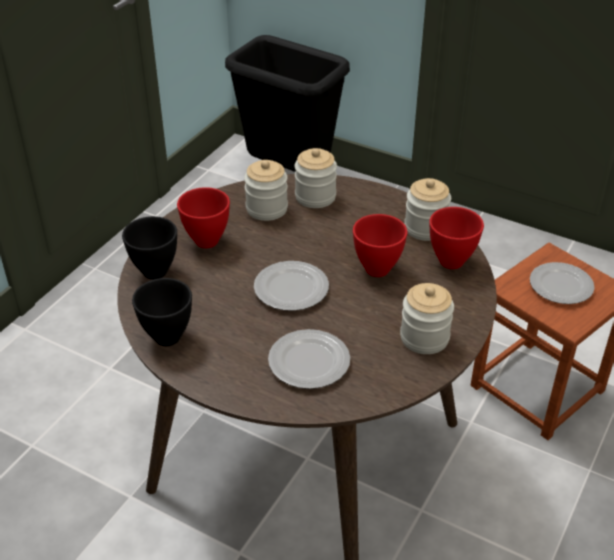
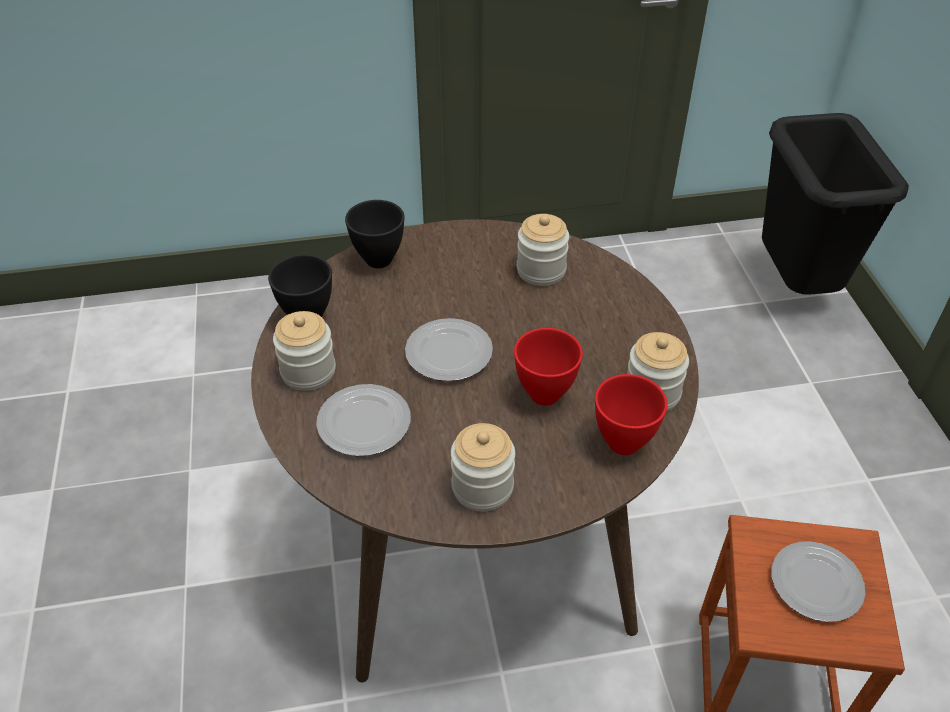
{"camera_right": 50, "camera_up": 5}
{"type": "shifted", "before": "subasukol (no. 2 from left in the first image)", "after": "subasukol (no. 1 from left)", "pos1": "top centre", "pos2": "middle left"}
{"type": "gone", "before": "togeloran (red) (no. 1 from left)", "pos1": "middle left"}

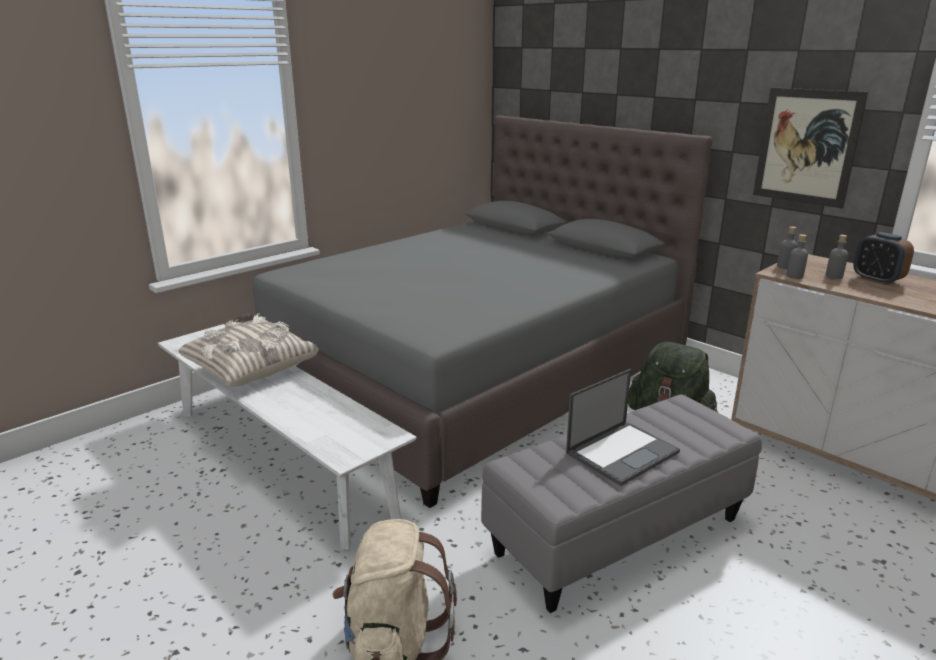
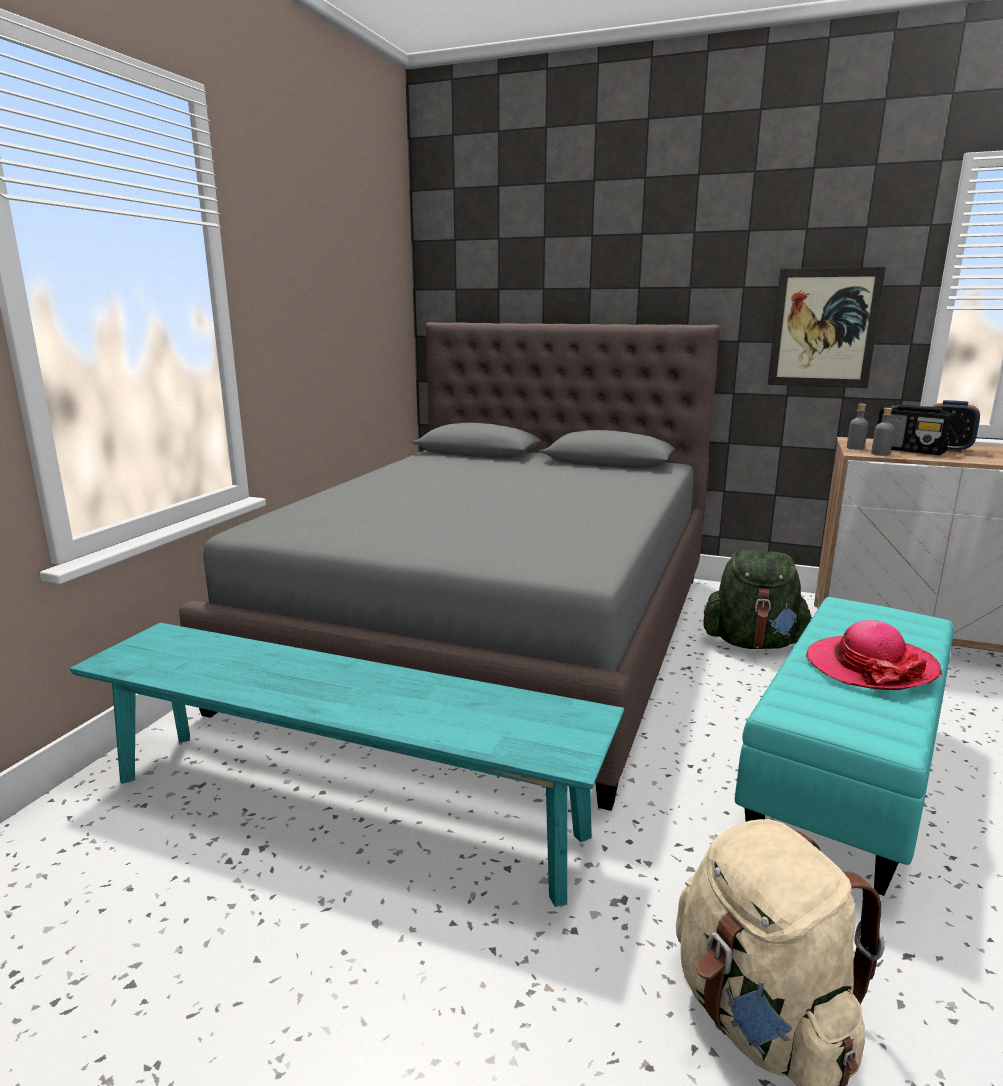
{"camera_right": -25, "camera_up": -5}
{"type": "swapped", "before": "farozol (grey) (no. 3 from left)", "after": "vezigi", "pos1": "middle right", "pos2": "middle right"}
{"type": "gone", "before": "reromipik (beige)", "pos1": "middle left"}
{"type": "repainted", "before": "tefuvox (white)", "after": "tefuvox (turquoise)", "pos1": "middle left", "pos2": "bottom centre"}
{"type": "swapped", "before": "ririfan", "after": "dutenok", "pos1": "centre", "pos2": "middle right"}
{"type": "repainted", "before": "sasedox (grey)", "after": "sasedox (turquoise)", "pos1": "bottom centre", "pos2": "bottom right"}

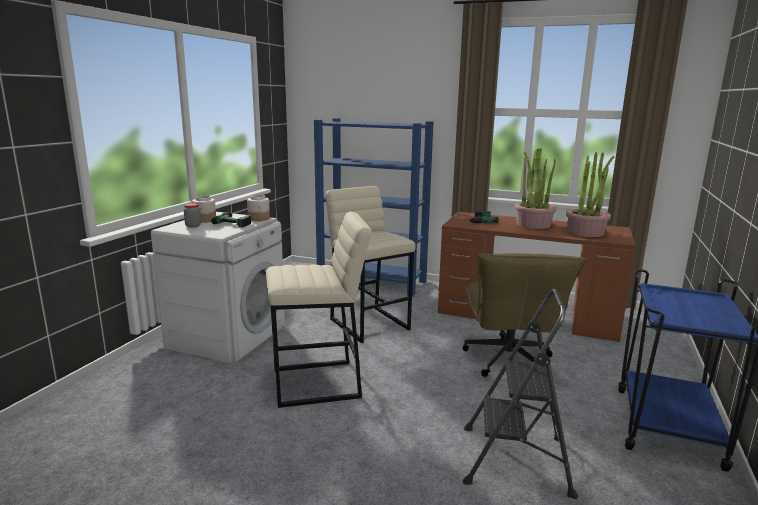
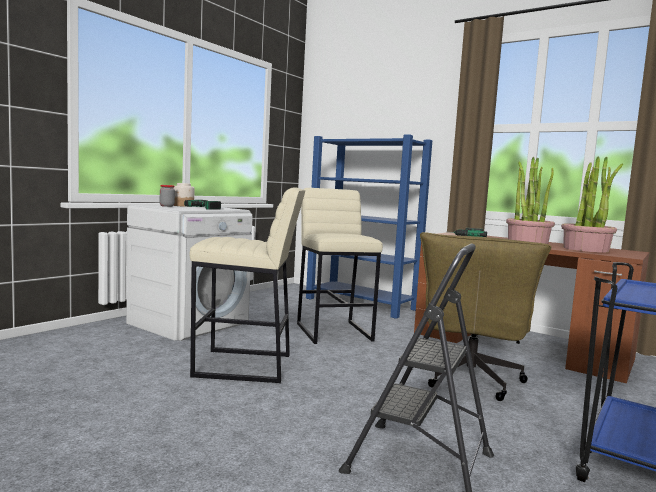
{"camera_right": 15, "camera_up": -10}
{"type": "gone", "before": "subasukol (no. 3 from left)", "pos1": "centre"}

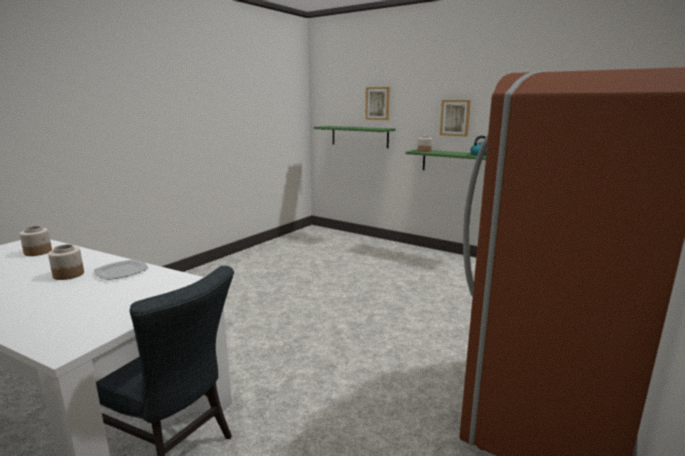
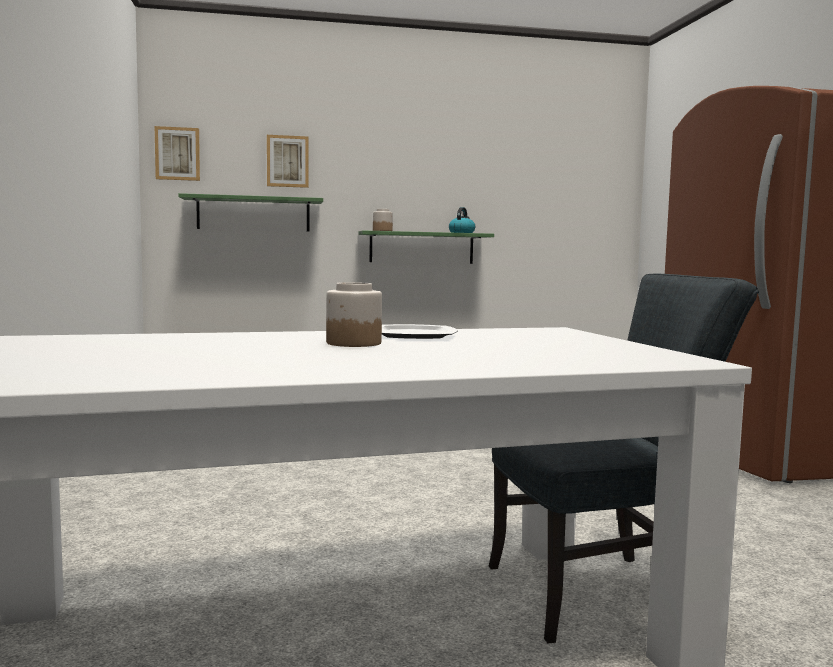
{"camera_right": -45, "camera_up": -10}
{"type": "shifted", "before": "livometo (no. 2 from left in the first image)", "after": "livometo (no. 1 from left)", "pos1": "top centre", "pos2": "top left"}
{"type": "gone", "before": "subasukol (no. 1 from left)", "pos1": "middle left"}

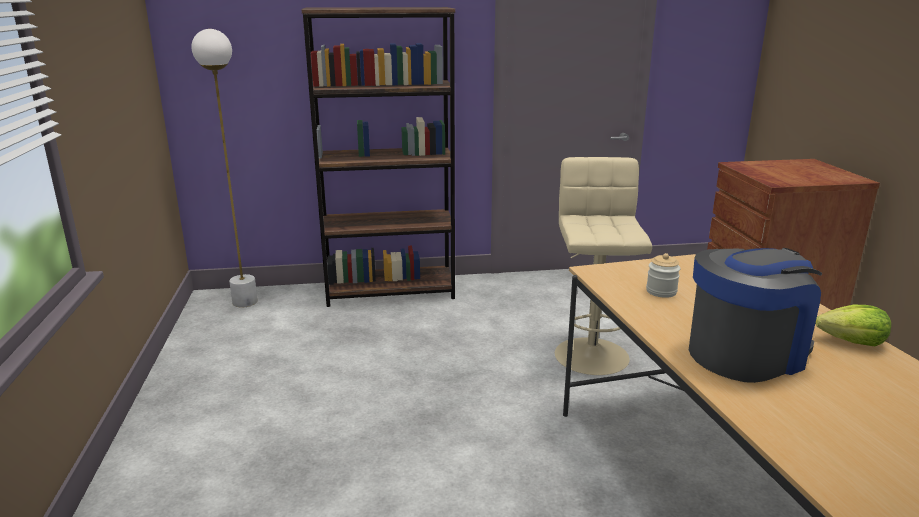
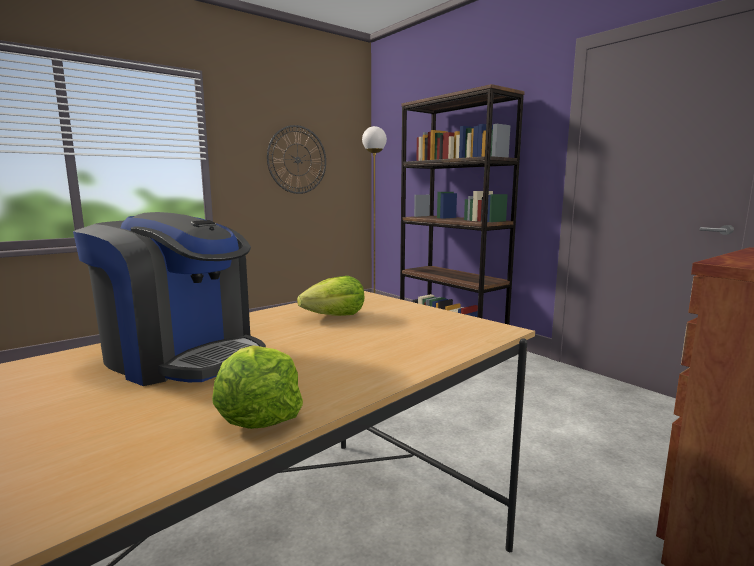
{"camera_right": 60, "camera_up": -10}
{"type": "gone", "before": "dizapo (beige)", "pos1": "centre"}
{"type": "swapped", "before": "subasukol", "after": "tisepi (no. 2 from left)", "pos1": "middle right", "pos2": "centre"}
{"type": "new", "after": "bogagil", "pos2": "top centre"}

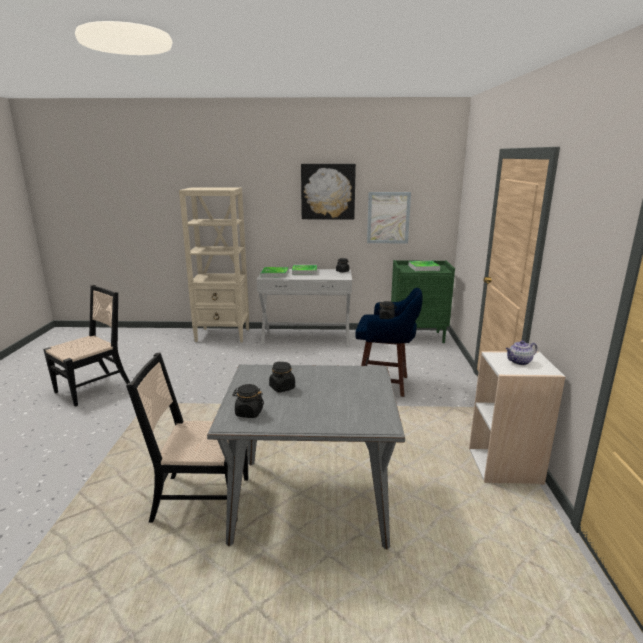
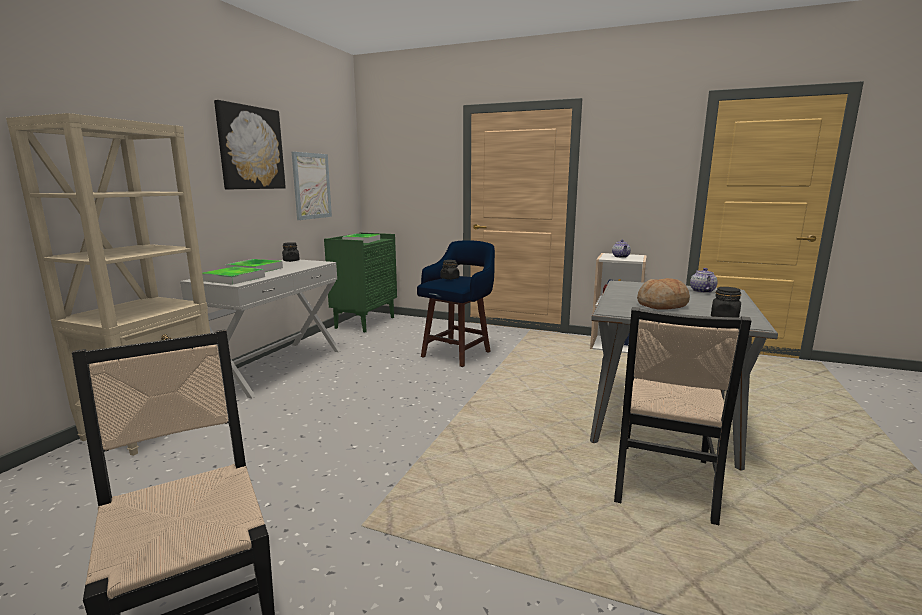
{"camera_right": -70, "camera_up": -5}
{"type": "swapped", "before": "subasukol (black) (no. 2 from left)", "after": "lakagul", "pos1": "centre", "pos2": "middle right"}
{"type": "new", "after": "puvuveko (no. 2 from left)", "pos2": "middle right"}

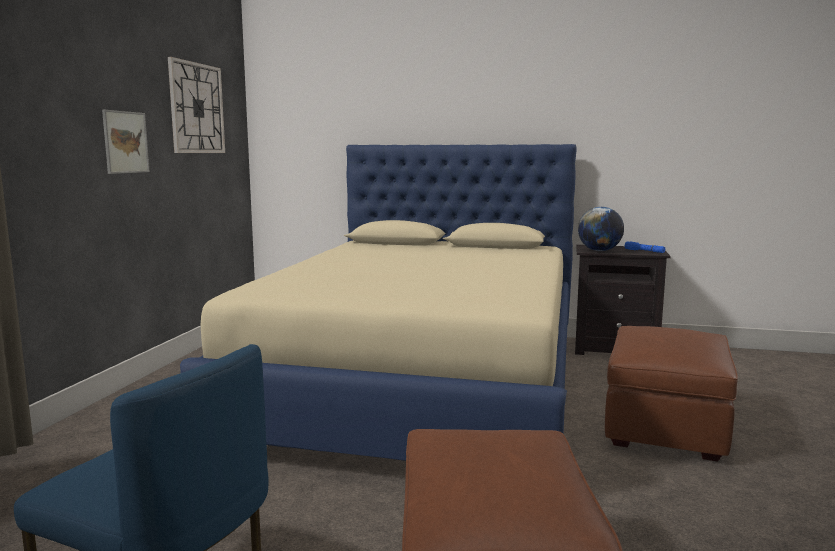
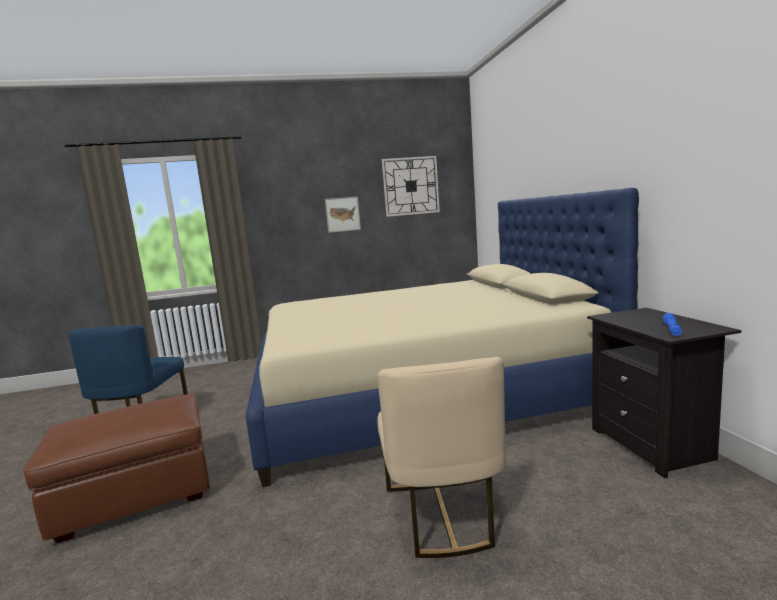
{"camera_right": 65, "camera_up": 0}
{"type": "gone", "before": "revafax", "pos1": "middle right"}
{"type": "swapped", "before": "sasedox (brown) (no. 2 from left)", "after": "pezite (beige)", "pos1": "bottom right", "pos2": "bottom centre"}

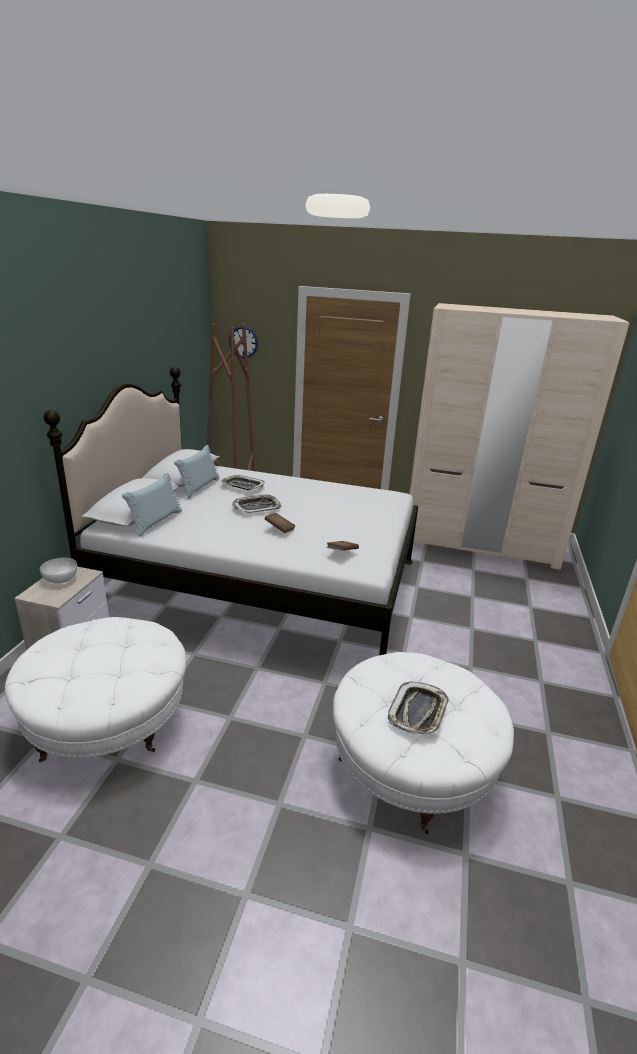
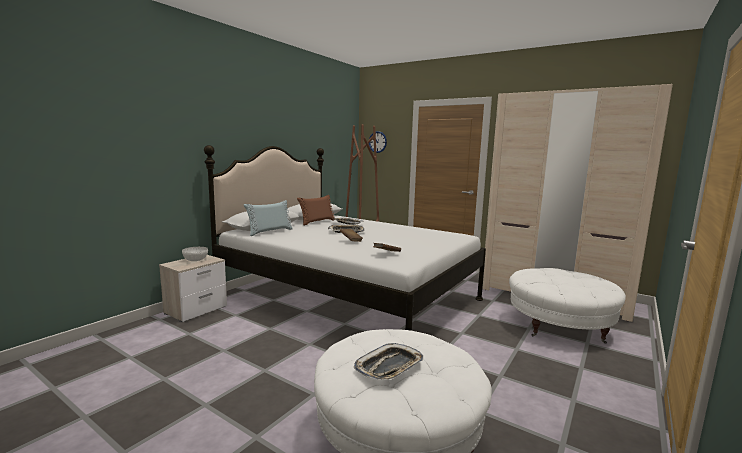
{"camera_right": 20, "camera_up": -15}
{"type": "repainted", "before": "reromipik (blue) (no. 2 from left)", "after": "reromipik (brown)", "pos1": "middle left", "pos2": "centre"}
{"type": "shifted", "before": "sasedox (white) (no. 1 from left in the first image)", "after": "sasedox (white) (no. 2 from left)", "pos1": "middle left", "pos2": "bottom right"}

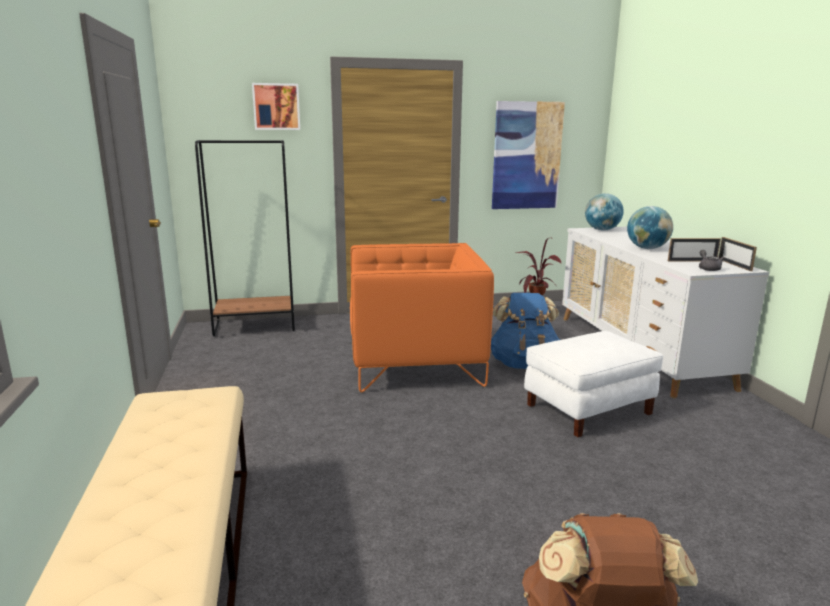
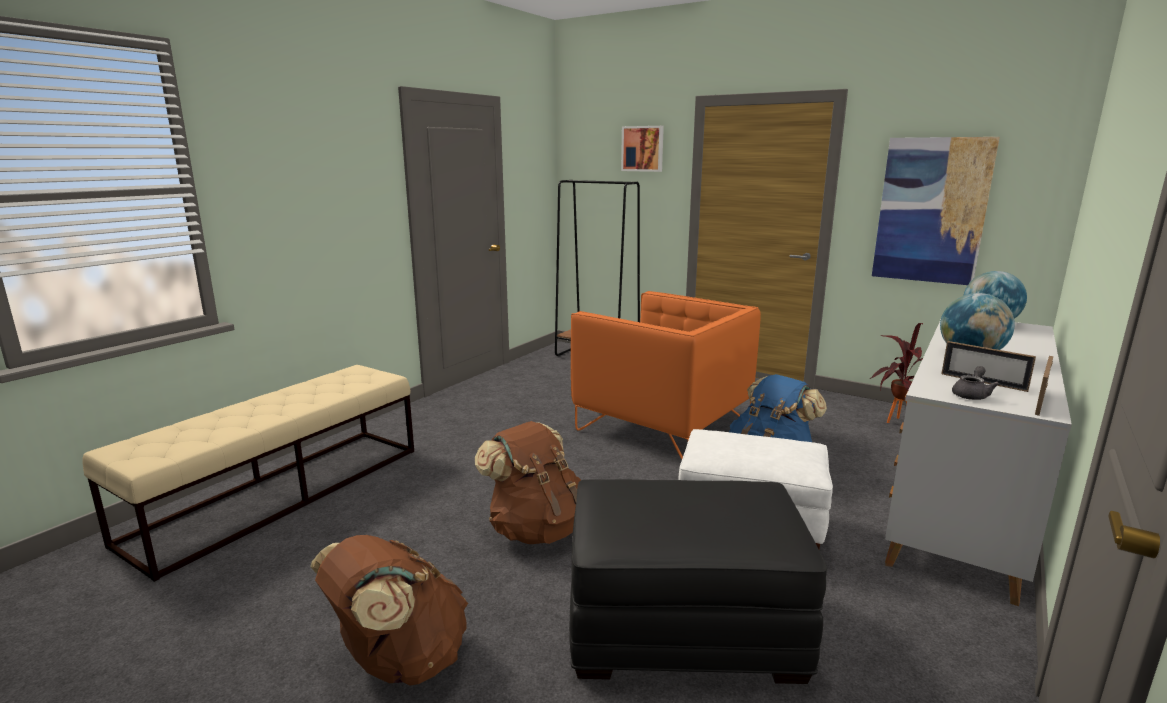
{"camera_right": 45, "camera_up": 0}
{"type": "new", "after": "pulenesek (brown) (no. 2 from left)", "pos2": "bottom centre"}
{"type": "new", "after": "sasedox (black)", "pos2": "bottom centre"}

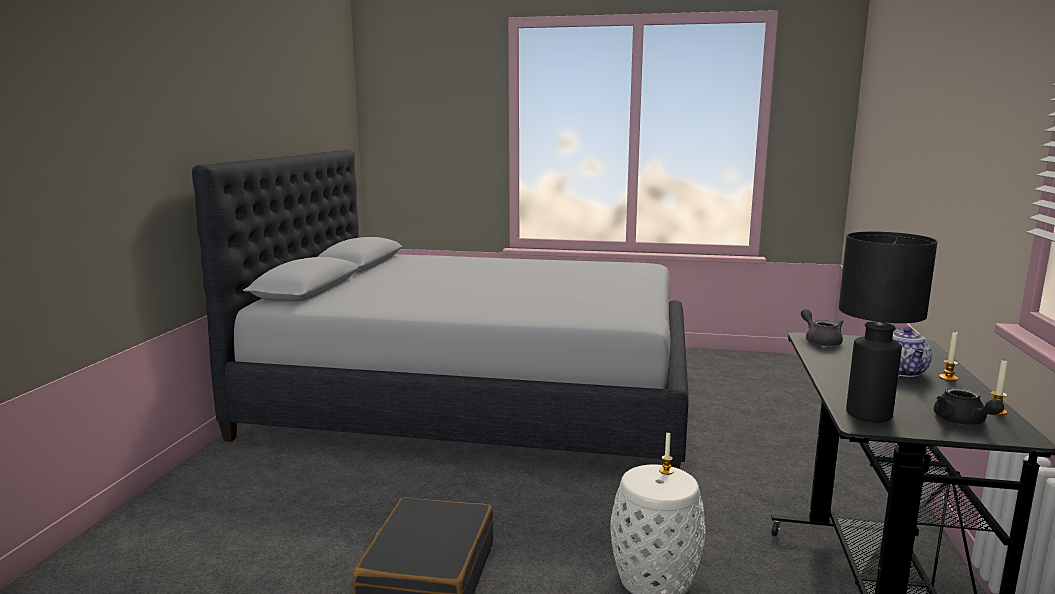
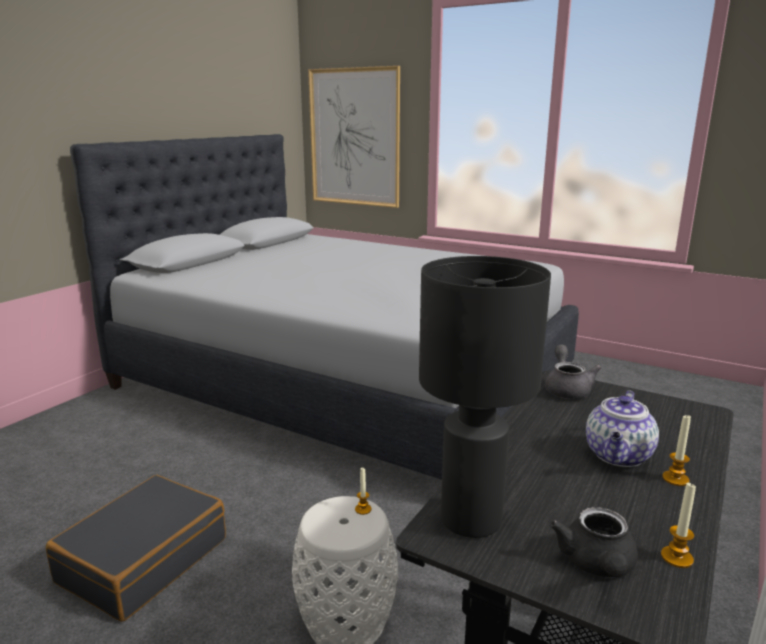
{"camera_right": 20, "camera_up": 5}
{"type": "new", "after": "livometo", "pos2": "top centre"}

